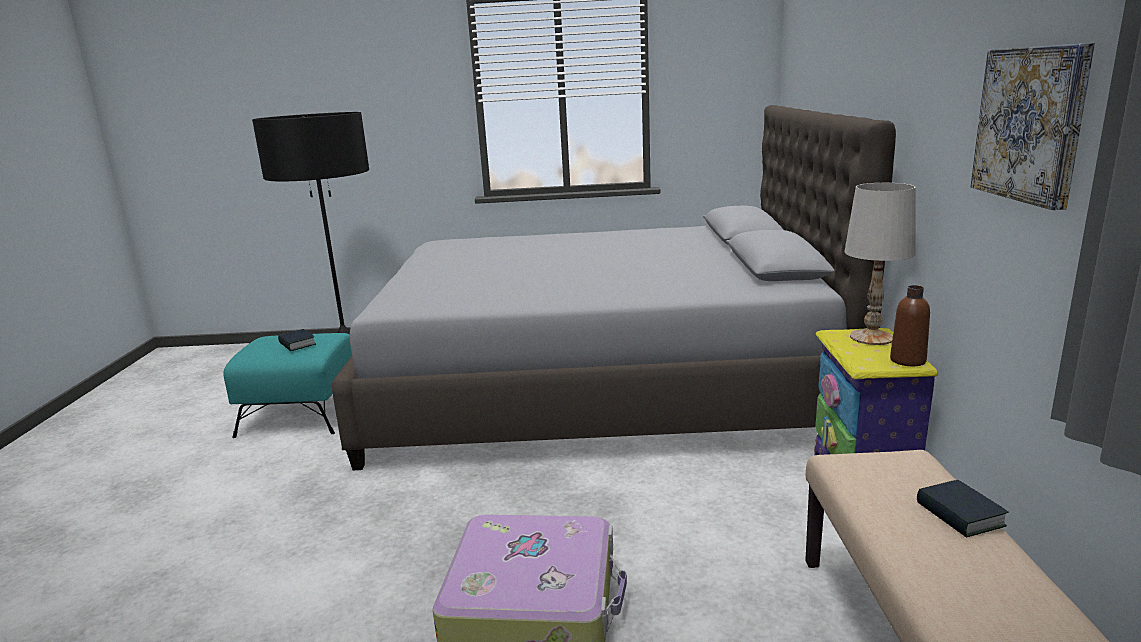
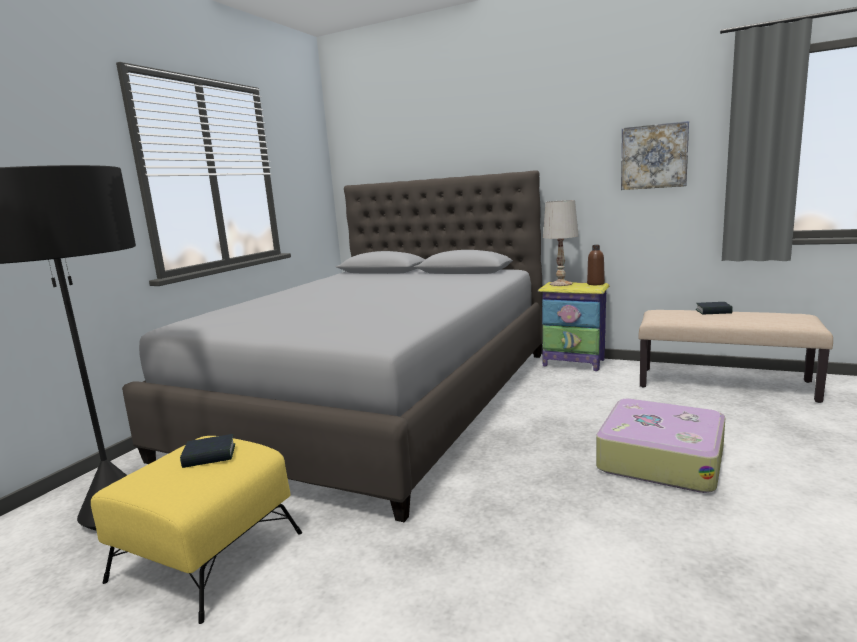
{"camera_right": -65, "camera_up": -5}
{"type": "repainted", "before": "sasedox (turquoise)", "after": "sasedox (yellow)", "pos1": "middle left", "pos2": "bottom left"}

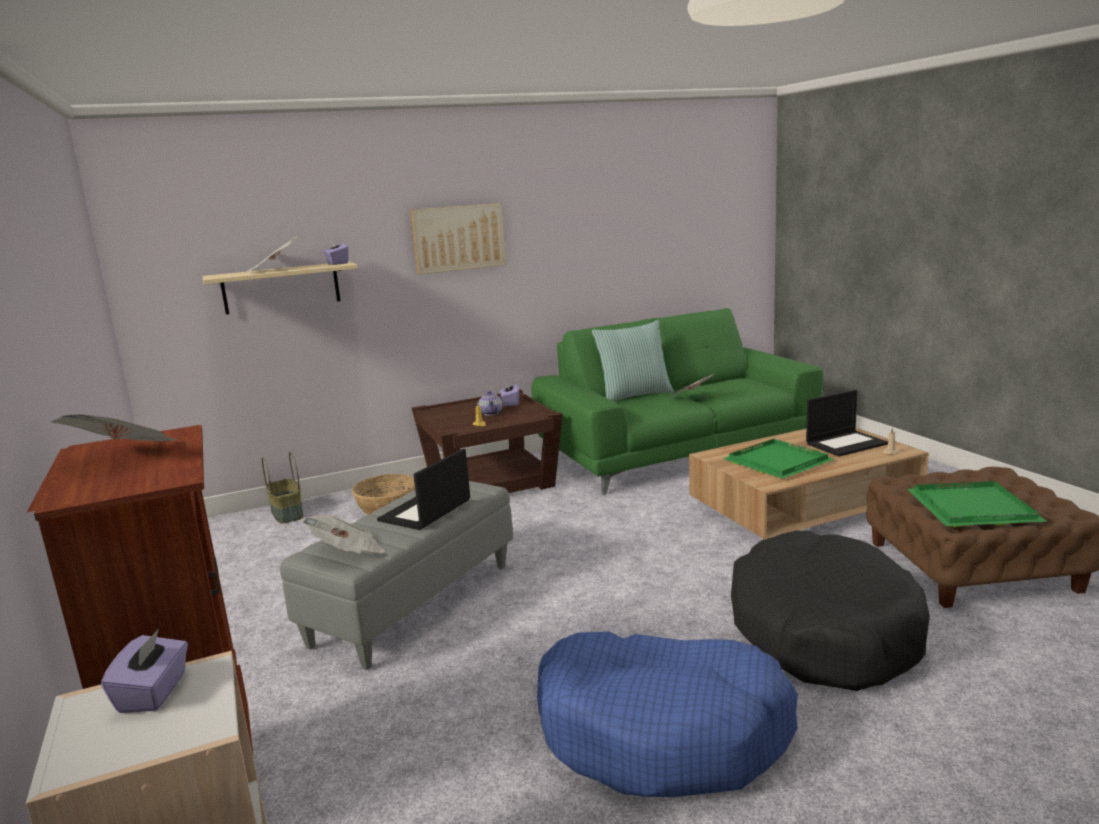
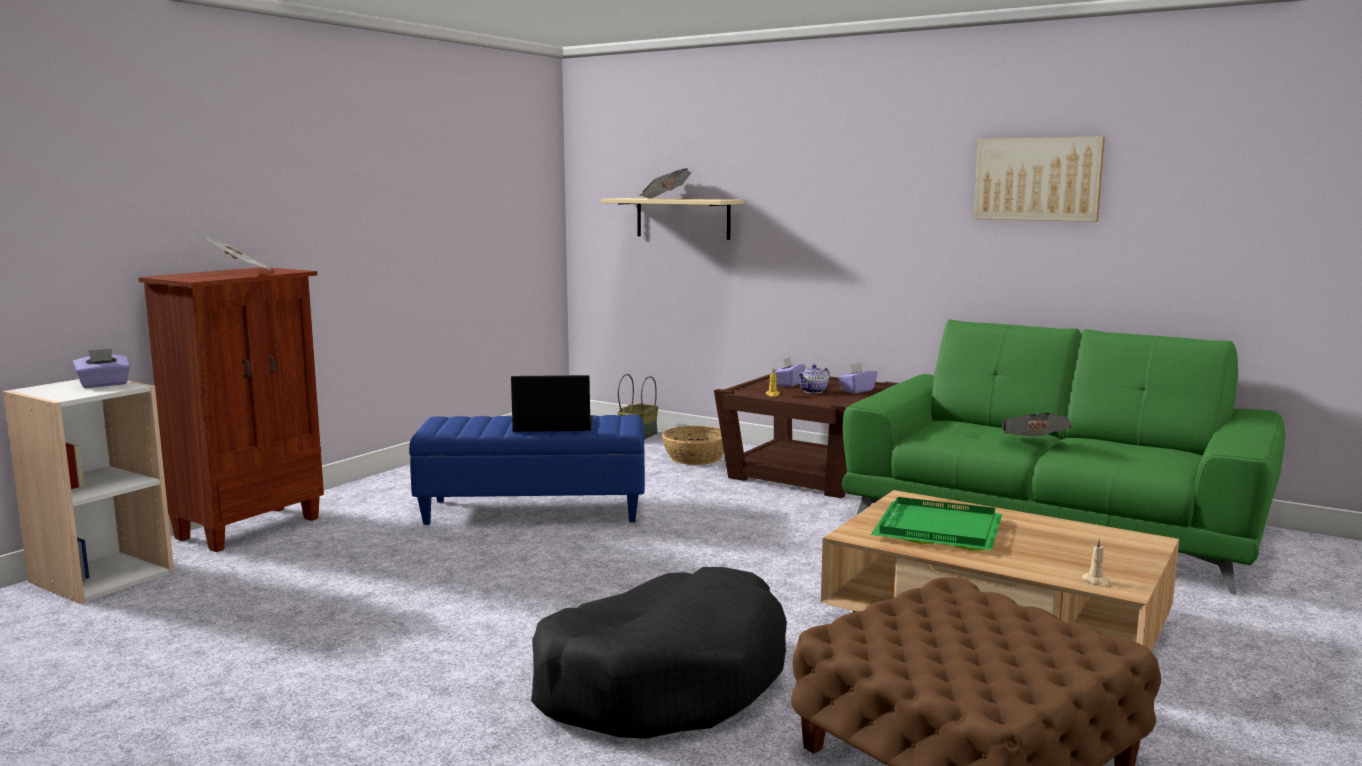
{"camera_right": 55, "camera_up": -5}
{"type": "shifted", "before": "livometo", "pos1": "top centre", "pos2": "top right"}
{"type": "shifted", "before": "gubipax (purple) (no. 2 from left)", "pos1": "top left", "pos2": "centre"}
{"type": "gone", "before": "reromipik", "pos1": "centre"}
{"type": "gone", "before": "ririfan (no. 2 from left)", "pos1": "middle right"}
{"type": "repainted", "before": "sasedox (grey)", "after": "sasedox (blue)", "pos1": "bottom centre", "pos2": "centre"}
{"type": "gone", "before": "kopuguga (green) (no. 2 from left)", "pos1": "middle right"}
{"type": "gone", "before": "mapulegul (no. 3 from left)", "pos1": "middle left"}
{"type": "gone", "before": "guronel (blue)", "pos1": "bottom centre"}

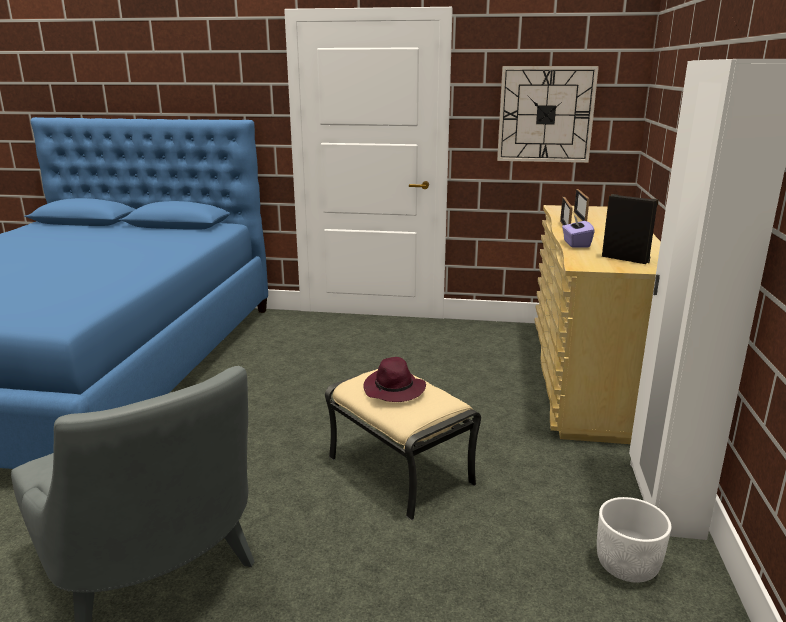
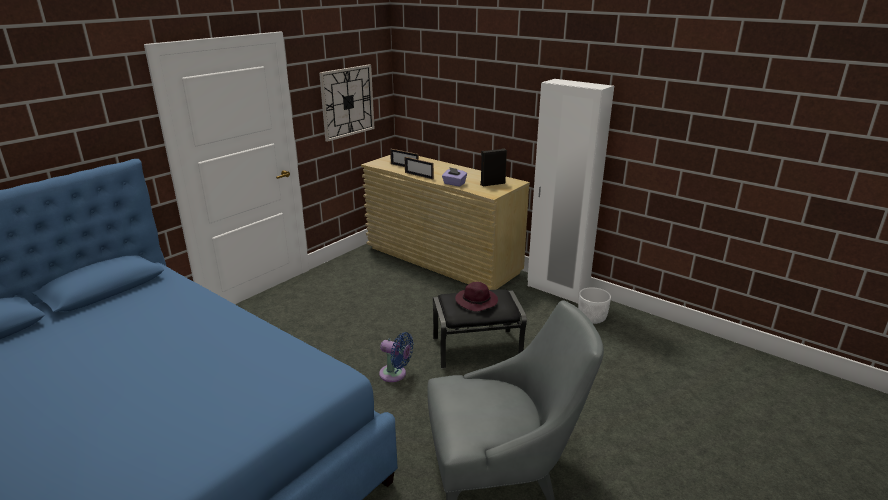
{"camera_right": -60, "camera_up": 5}
{"type": "repainted", "before": "sasedox (beige)", "after": "sasedox (black)", "pos1": "bottom centre", "pos2": "centre"}
{"type": "new", "after": "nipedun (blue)", "pos2": "bottom centre"}

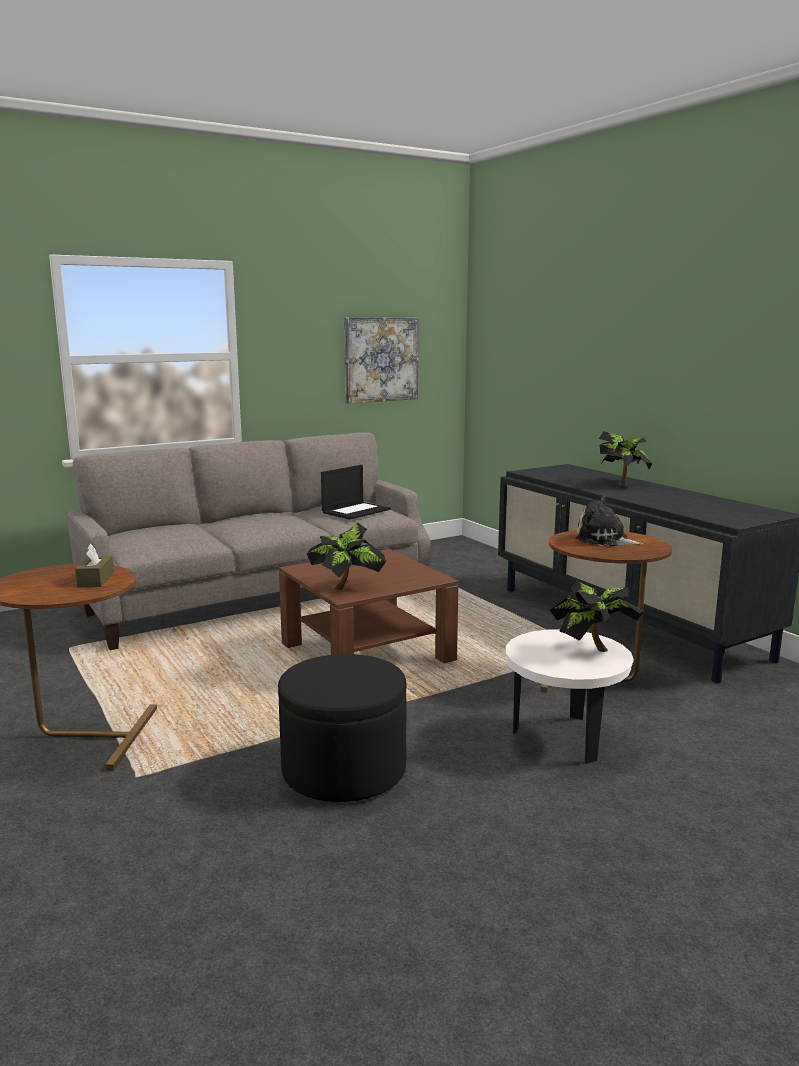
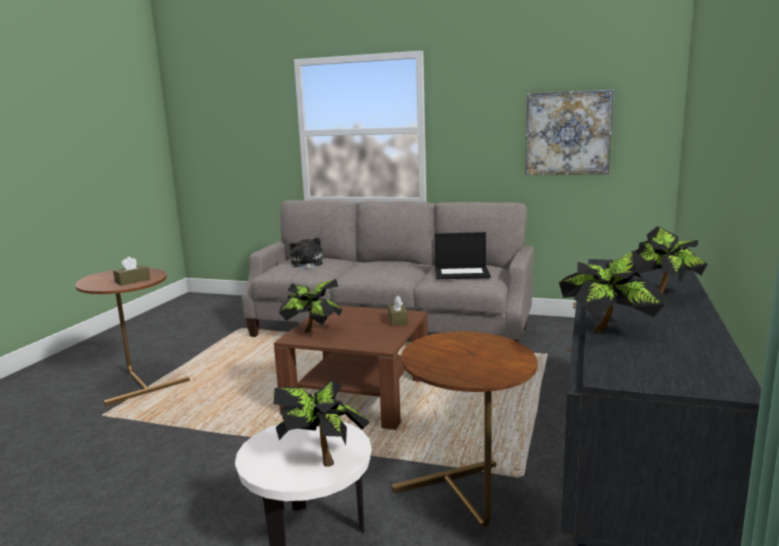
{"camera_right": 50, "camera_up": 0}
{"type": "shifted", "before": "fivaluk", "pos1": "middle right", "pos2": "centre"}
{"type": "gone", "before": "sasedox (black)", "pos1": "bottom centre"}
{"type": "new", "after": "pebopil (no. 3 from left)", "pos2": "middle right"}
{"type": "new", "after": "gubipax (brown) (no. 2 from left)", "pos2": "centre"}

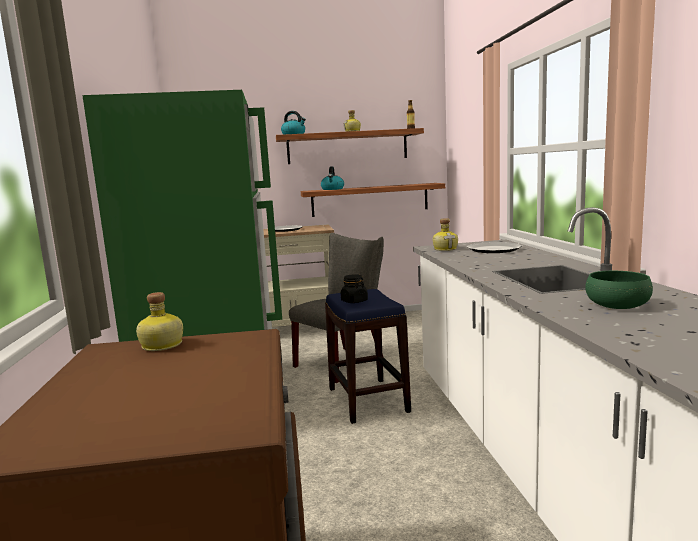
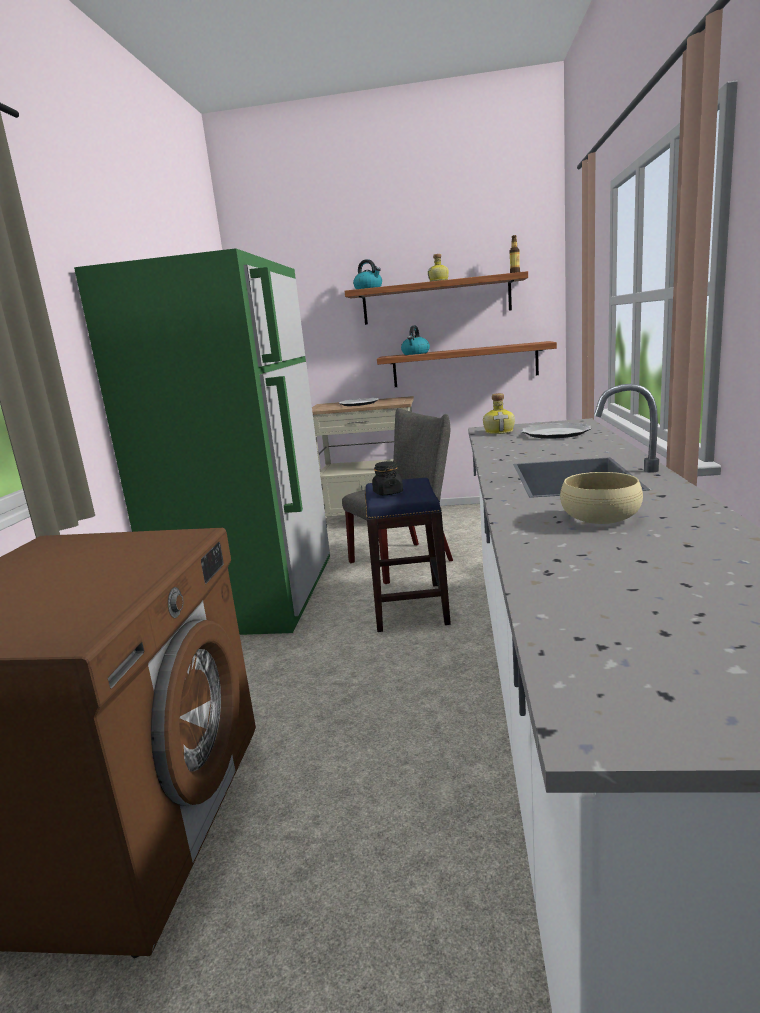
{"camera_right": 15, "camera_up": 5}
{"type": "repainted", "before": "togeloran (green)", "after": "togeloran (beige)", "pos1": "middle right", "pos2": "middle right"}
{"type": "gone", "before": "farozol (no. 1 from left)", "pos1": "middle left"}

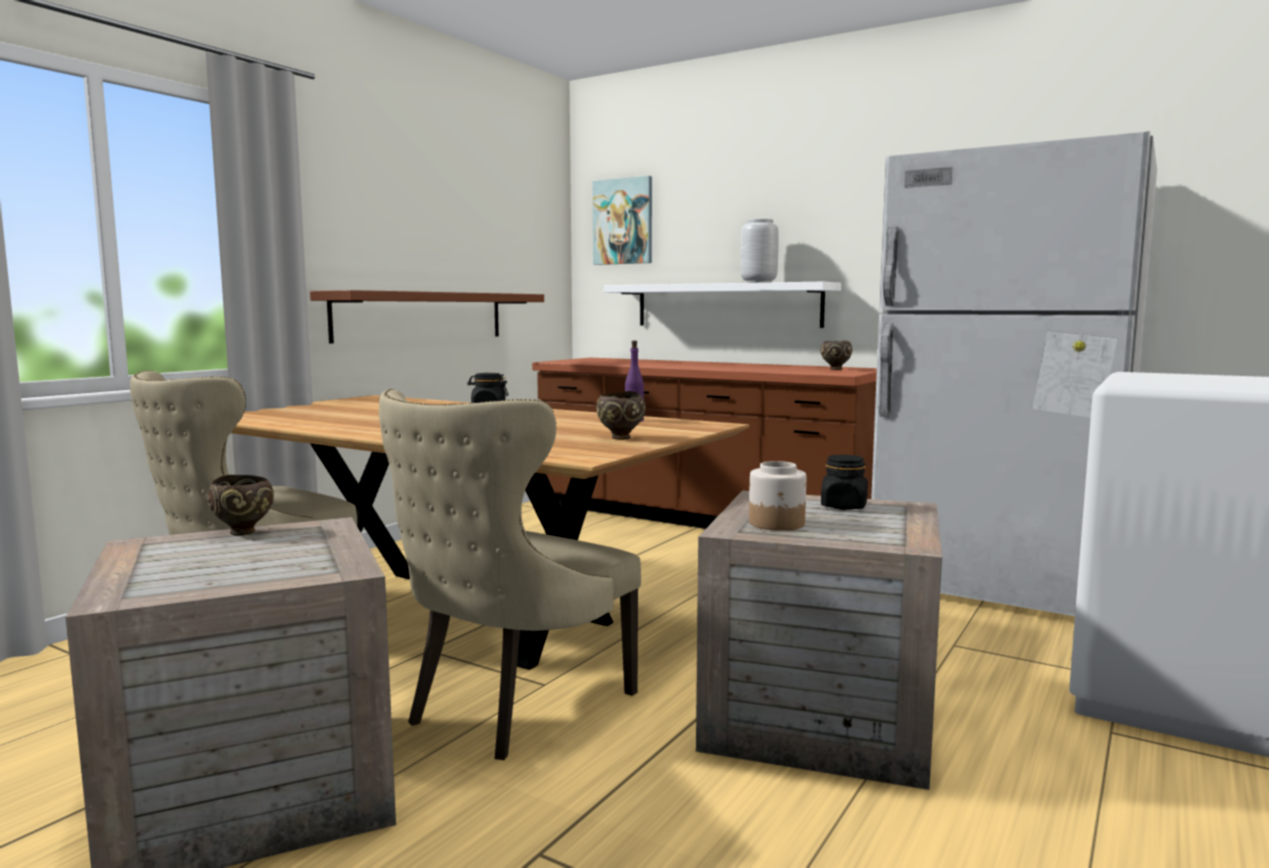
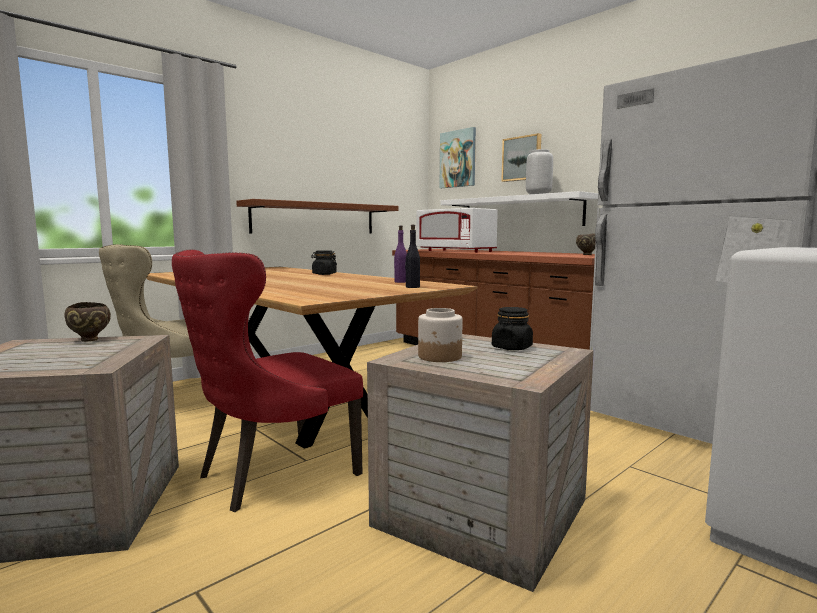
{"camera_right": 15, "camera_up": 0}
{"type": "repainted", "before": "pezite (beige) (no. 2 from left)", "after": "pezite (red)", "pos1": "centre", "pos2": "middle left"}
{"type": "gone", "before": "togeloran (brown) (no. 2 from left)", "pos1": "centre"}
{"type": "new", "after": "livometo (no. 2 from left)", "pos2": "top centre"}
{"type": "new", "after": "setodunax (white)", "pos2": "centre"}
{"type": "new", "after": "farozol (black)", "pos2": "centre"}

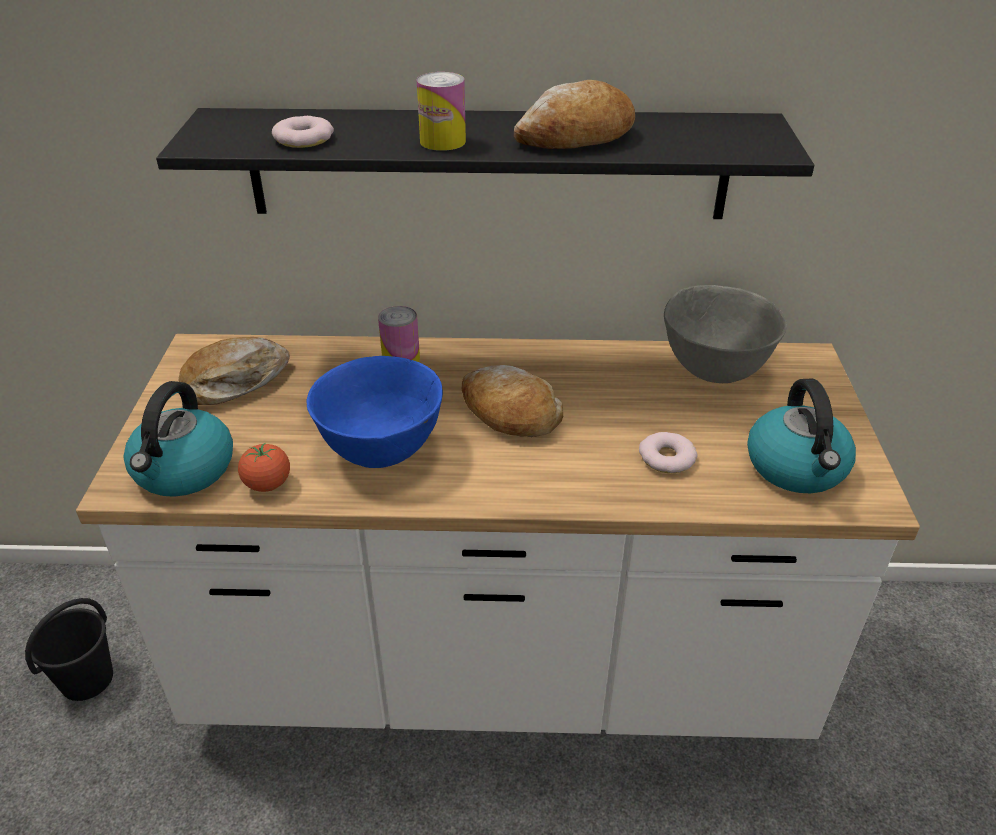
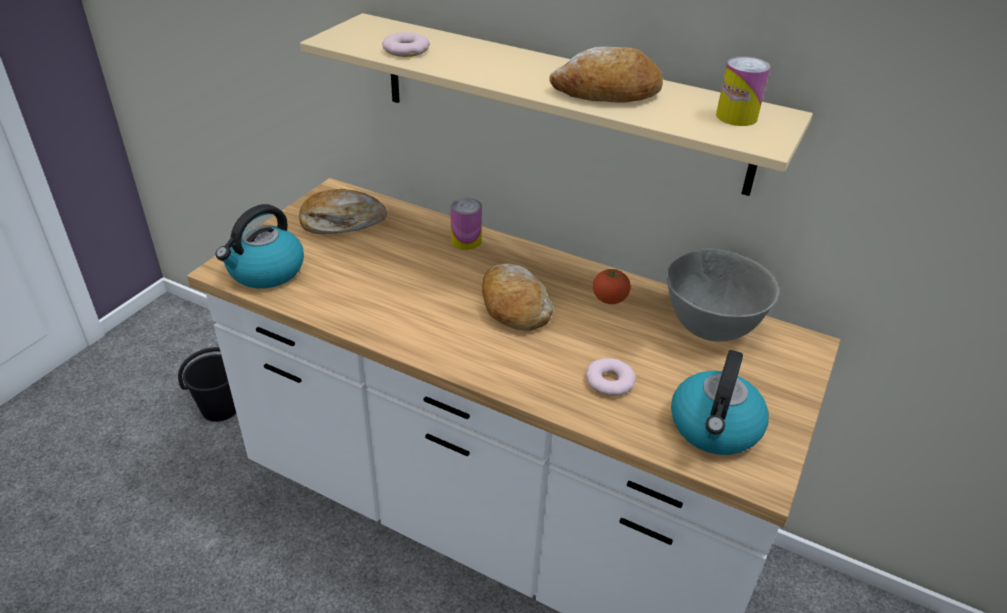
{"camera_right": 25, "camera_up": 0}
{"type": "shifted", "before": "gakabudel (no. 2 from left)", "pos1": "top centre", "pos2": "top right"}
{"type": "repainted", "before": "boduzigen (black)", "after": "boduzigen (beige)", "pos1": "top centre", "pos2": "top centre"}
{"type": "gone", "before": "togeloran (blue)", "pos1": "centre"}
{"type": "shifted", "before": "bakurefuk", "pos1": "middle left", "pos2": "centre"}

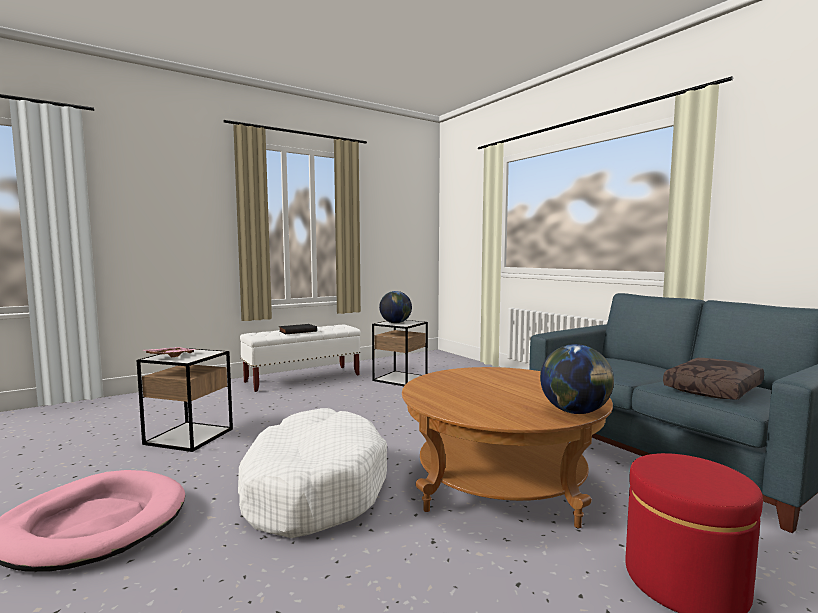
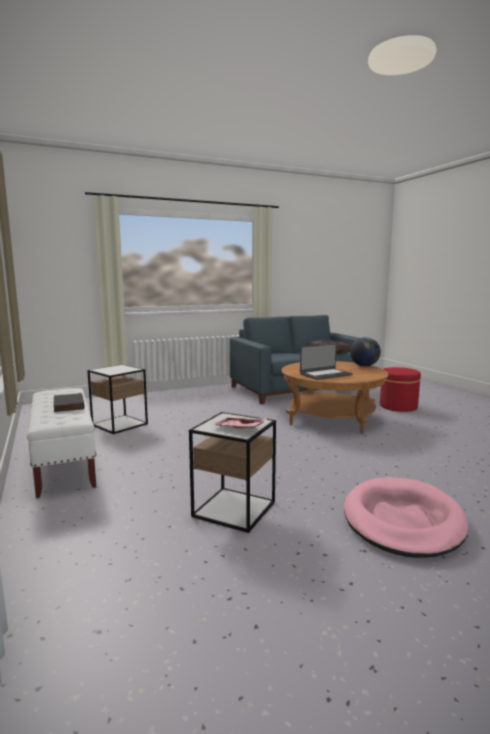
{"camera_right": -80, "camera_up": 5}
{"type": "gone", "before": "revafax (no. 1 from left)", "pos1": "centre"}
{"type": "gone", "before": "guronel (white)", "pos1": "bottom centre"}
{"type": "new", "after": "ririfan", "pos2": "centre"}

